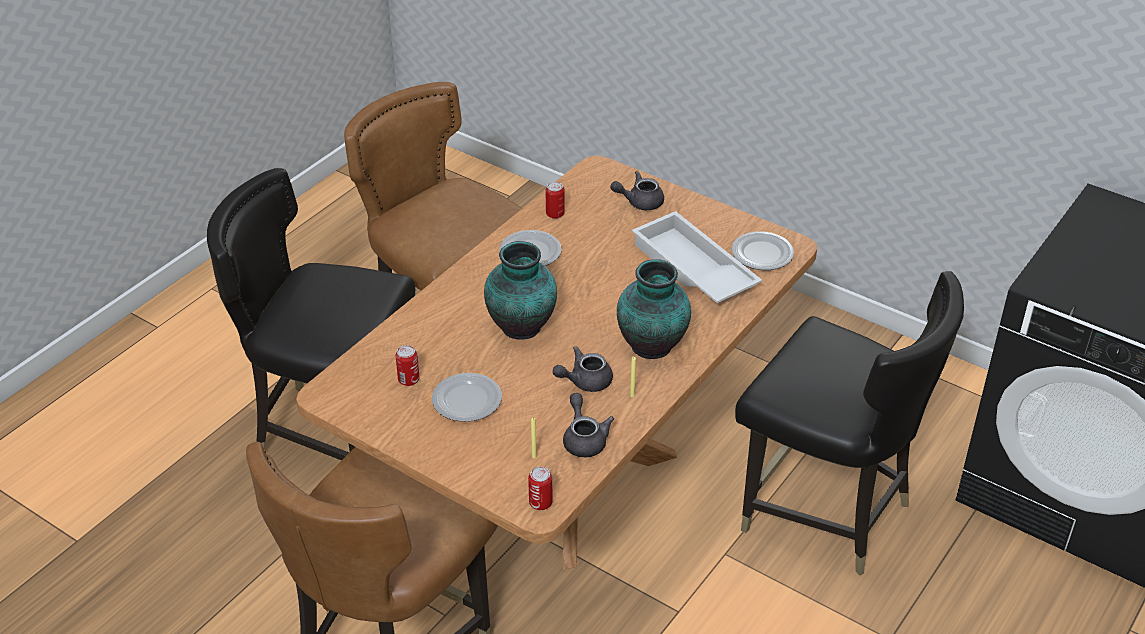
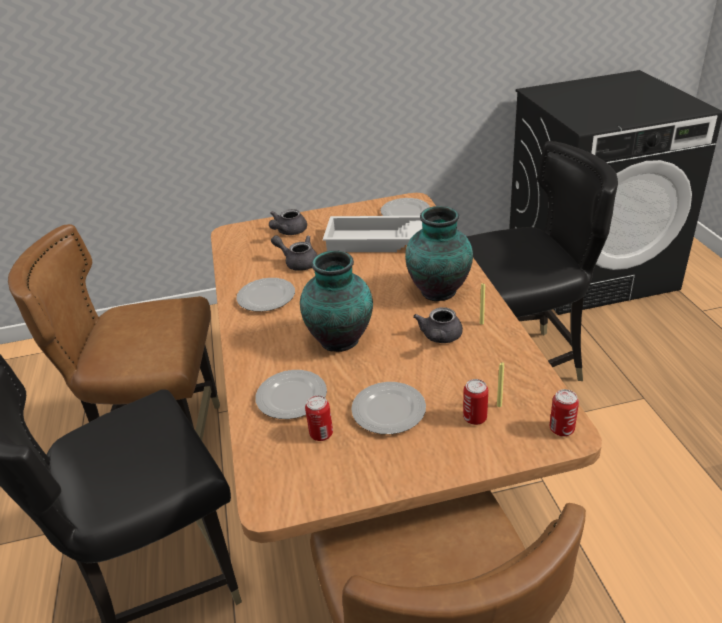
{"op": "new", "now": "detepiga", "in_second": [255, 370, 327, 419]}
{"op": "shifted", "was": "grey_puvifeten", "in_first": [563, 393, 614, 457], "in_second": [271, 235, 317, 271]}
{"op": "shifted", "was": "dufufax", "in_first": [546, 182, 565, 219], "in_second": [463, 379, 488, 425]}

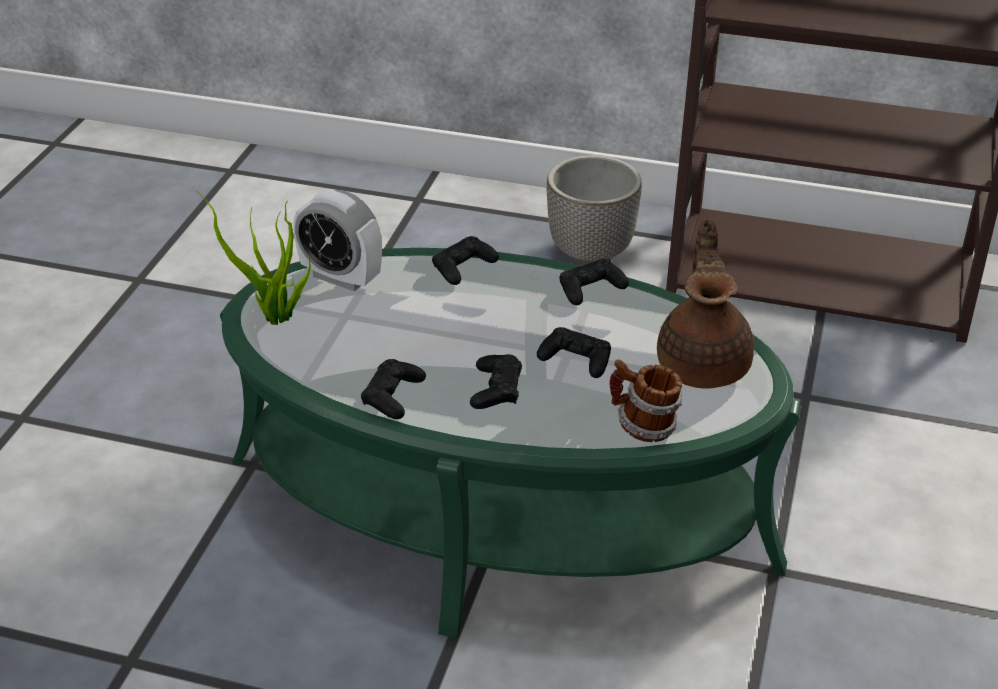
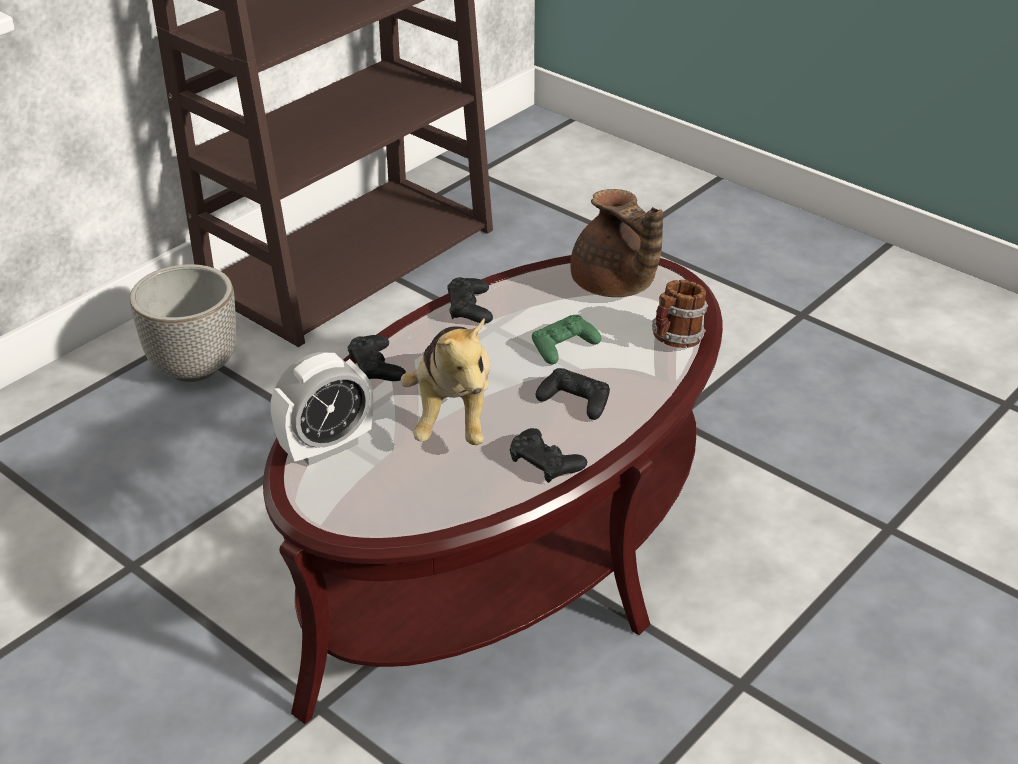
{"op": "repainted", "was": "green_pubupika", "now": "brown_pubupika", "in_first": [220, 248, 801, 638], "in_second": [263, 255, 723, 724]}
{"op": "new", "now": "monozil", "in_second": [401, 317, 491, 445]}
{"op": "repainted", "was": "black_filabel", "now": "green_filabel", "in_first": [537, 327, 611, 378], "in_second": [532, 315, 601, 364]}
{"op": "rotated", "was": "brown_puvifeten", "in_first": [657, 219, 754, 389], "in_second": [570, 189, 663, 297], "clockwise": -150}
{"op": "gone", "was": "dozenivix", "in_first": [196, 190, 311, 325]}

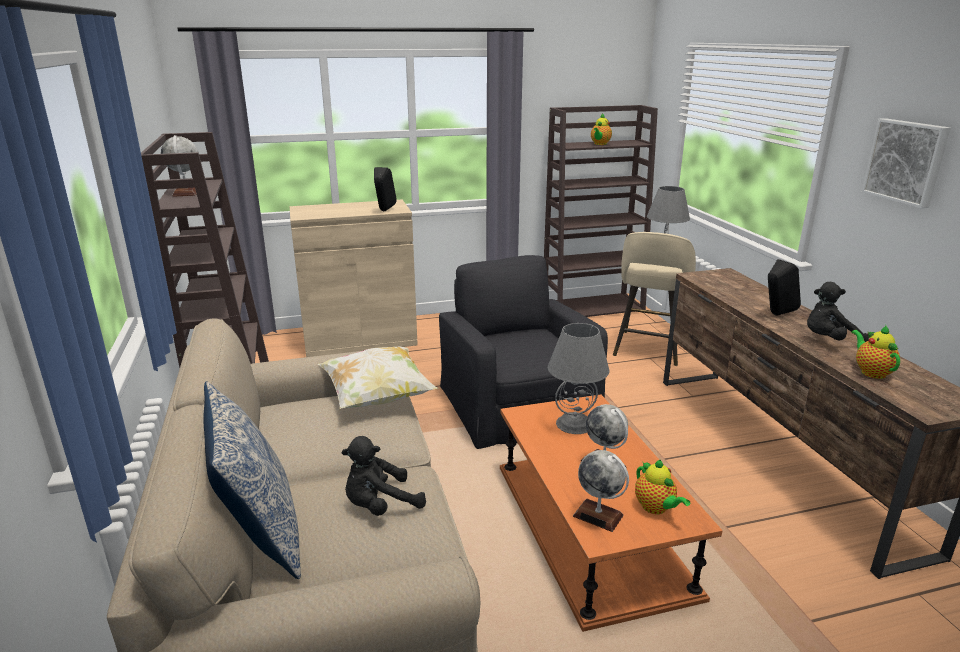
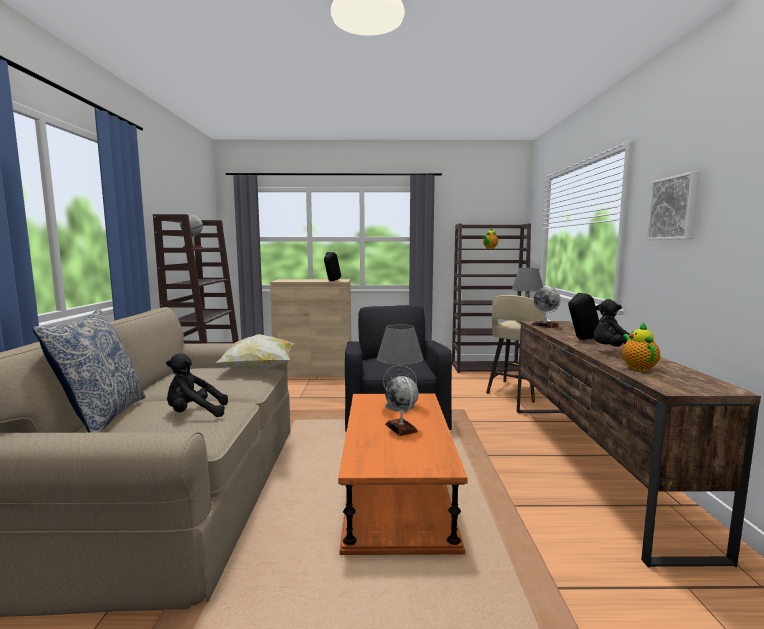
{"op": "shifted", "was": "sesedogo", "in_first": [573, 450, 629, 532], "in_second": [531, 286, 561, 328]}
{"op": "gone", "was": "puvifeten", "in_first": [635, 460, 690, 514]}

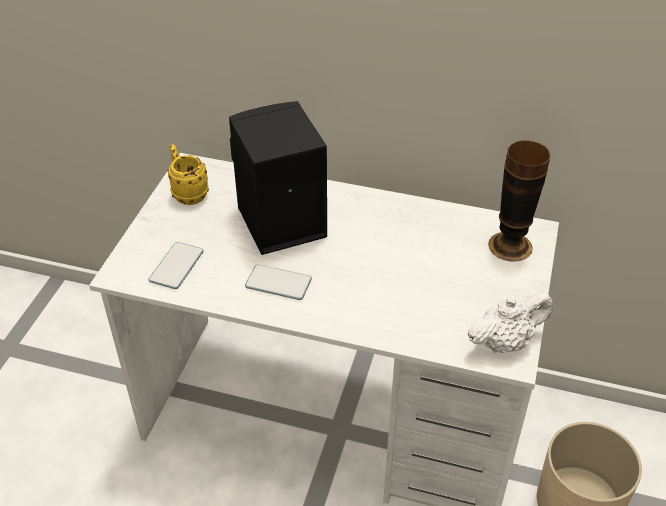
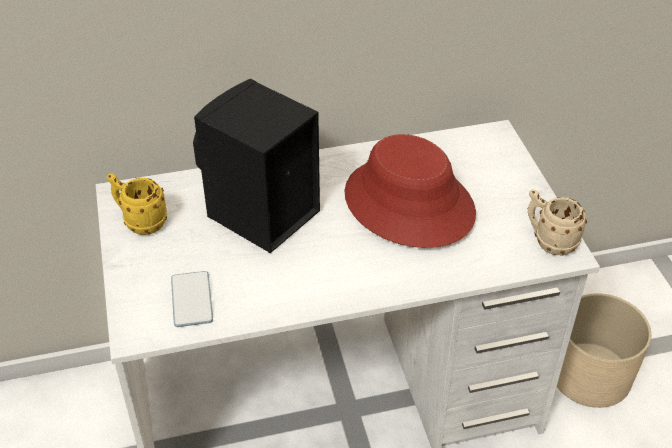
{"op": "new", "now": "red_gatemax", "in_second": [344, 134, 476, 248]}
{"op": "swapped", "was": "white_puvifeten", "now": "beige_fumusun", "in_first": [467, 292, 553, 353], "in_second": [528, 189, 587, 256]}
{"op": "gone", "was": "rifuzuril", "in_first": [245, 264, 312, 300]}
{"op": "gone", "was": "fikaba", "in_first": [488, 140, 551, 262]}

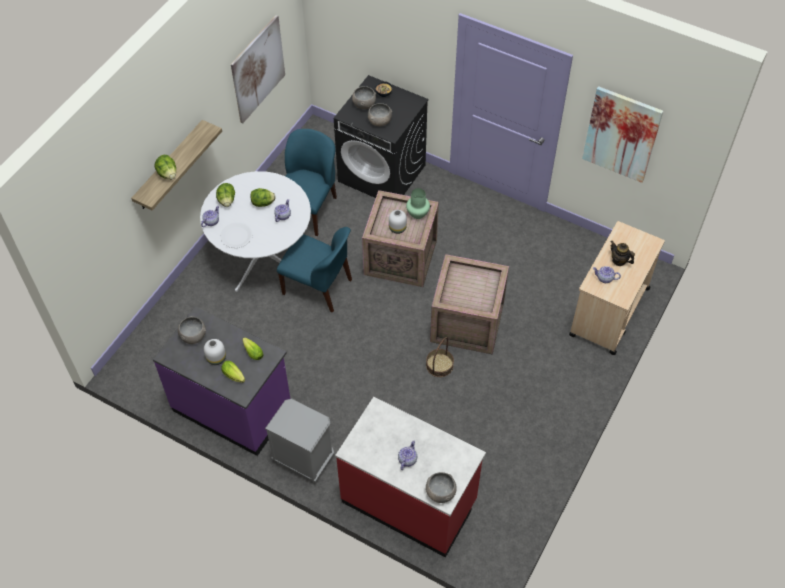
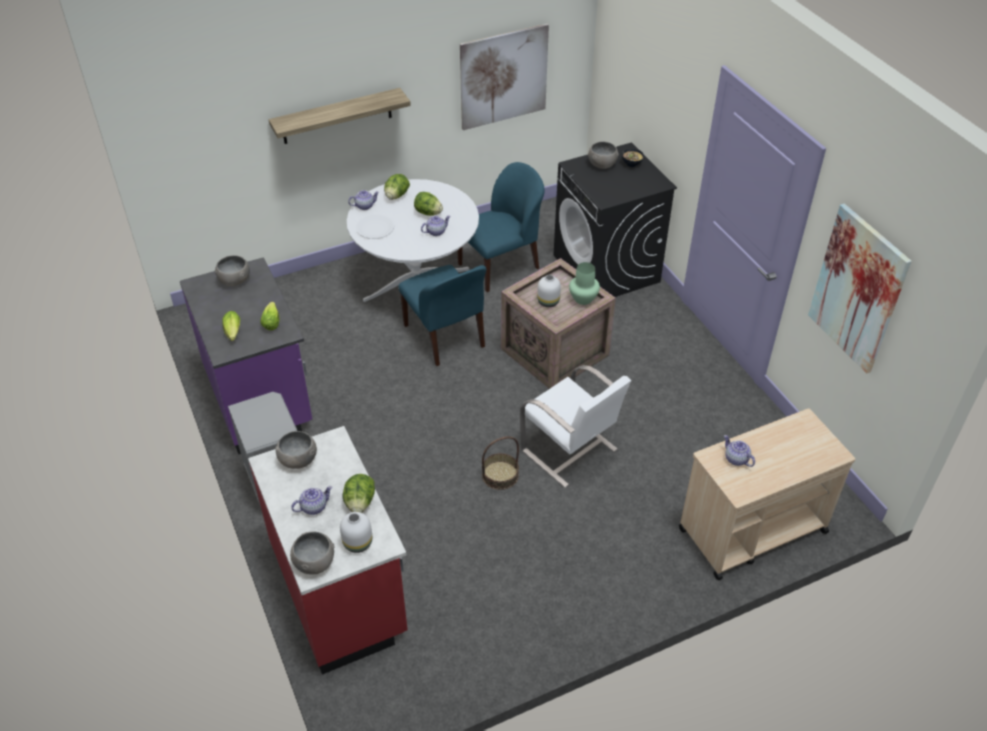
{"op": "shifted", "was": "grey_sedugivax", "in_first": [368, 103, 392, 126], "in_second": [275, 431, 317, 469]}
{"op": "shifted", "was": "white_fikaba", "in_first": [204, 339, 226, 365], "in_second": [340, 512, 372, 553]}
{"op": "shifted", "was": "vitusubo", "in_first": [155, 155, 176, 180], "in_second": [343, 474, 375, 513]}
{"op": "swapped", "was": "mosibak", "now": "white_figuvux", "in_first": [430, 254, 509, 355], "in_second": [520, 365, 631, 488]}
{"op": "gone", "was": "puvifeten", "in_first": [610, 241, 635, 266]}

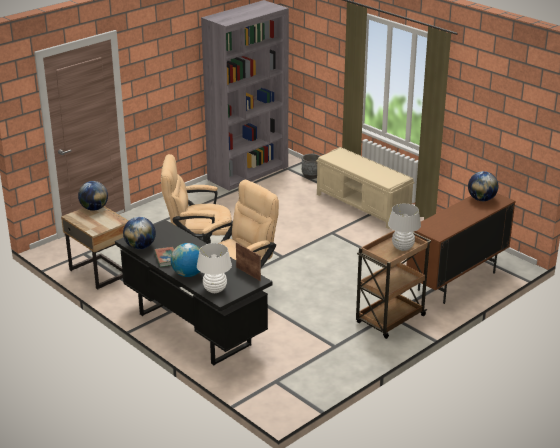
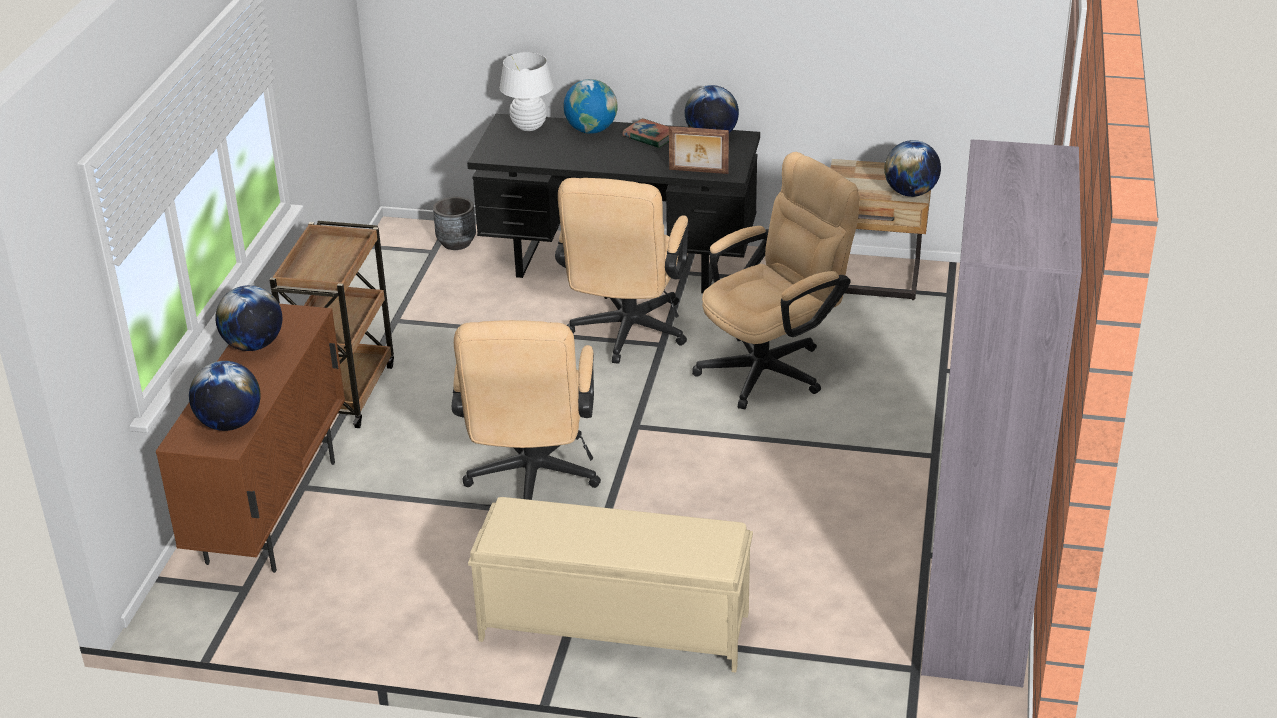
{"op": "new", "now": "sesedogo", "in_second": [215, 285, 282, 351]}
{"op": "shifted", "was": "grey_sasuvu", "in_first": [302, 154, 320, 179], "in_second": [433, 196, 476, 250]}
{"op": "new", "now": "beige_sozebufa", "in_second": [452, 320, 601, 500]}
{"op": "shifted", "was": "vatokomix", "in_first": [236, 242, 261, 281], "in_second": [669, 126, 729, 174]}
{"op": "gone", "was": "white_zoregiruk", "in_first": [388, 203, 421, 251]}

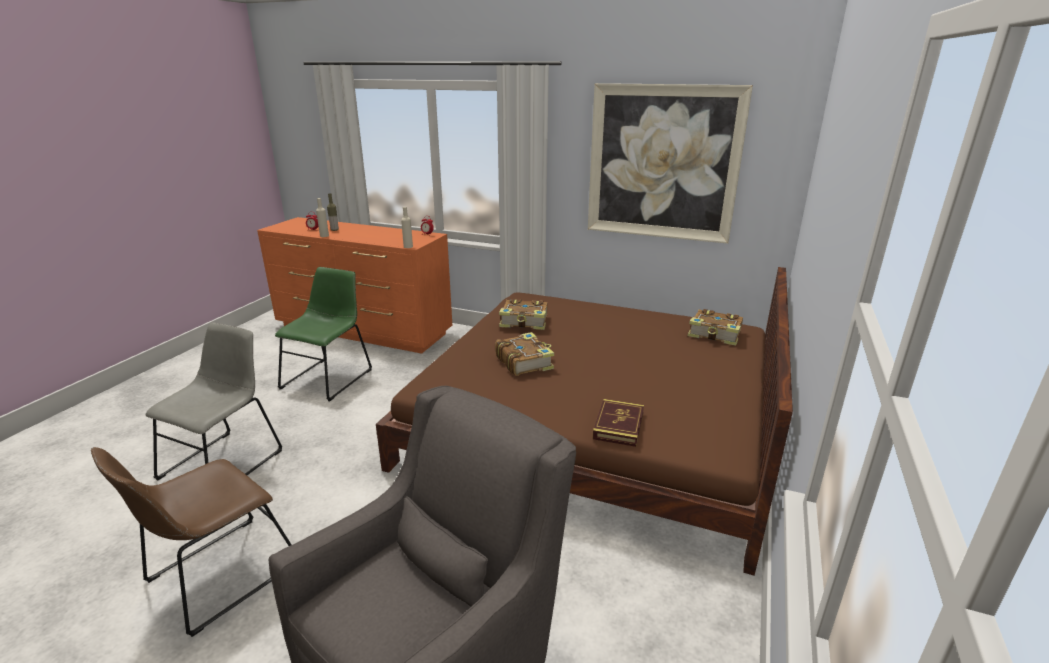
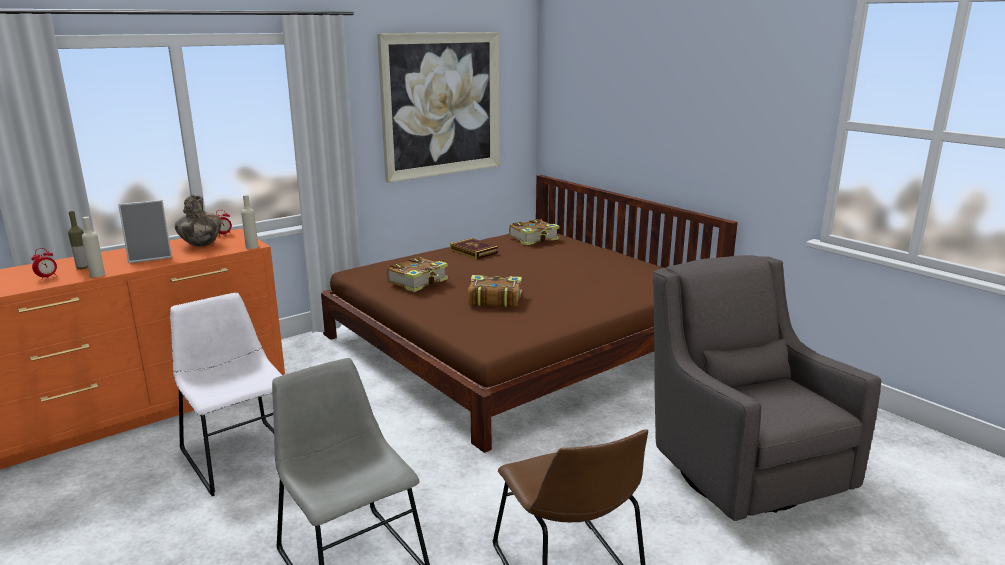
{"op": "new", "now": "vatokomix", "in_second": [118, 200, 172, 263]}
{"op": "repainted", "was": "green_figuvux", "now": "white_figuvux", "in_first": [275, 267, 372, 402], "in_second": [170, 293, 282, 496]}
{"op": "new", "now": "fikaba", "in_second": [175, 195, 221, 247]}
{"op": "shifted", "was": "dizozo", "in_first": [593, 399, 644, 447], "in_second": [450, 238, 498, 259]}

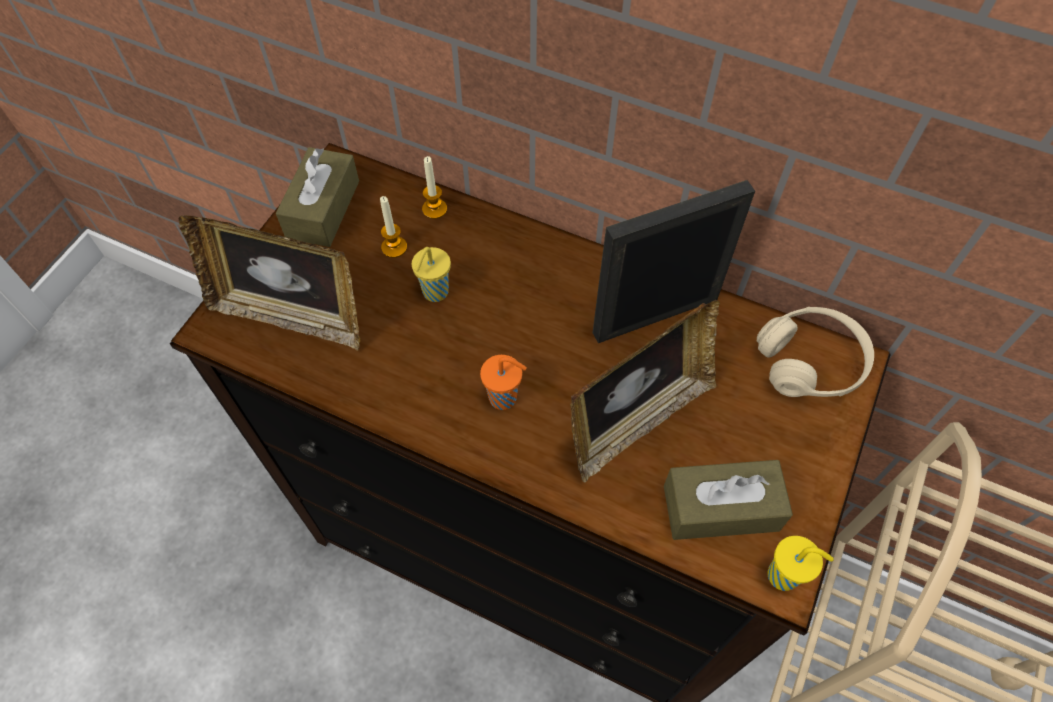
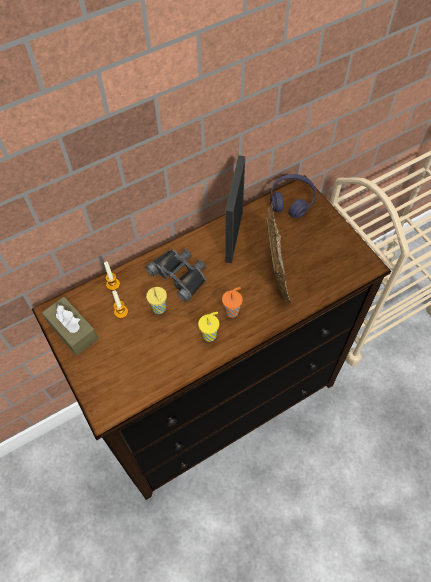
{"op": "new", "now": "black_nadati", "in_second": [146, 249, 206, 302]}
{"op": "shifted", "was": "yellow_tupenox", "in_first": [768, 536, 834, 591], "in_second": [198, 312, 219, 342]}
{"op": "repainted", "was": "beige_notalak", "now": "purple_notalak", "in_first": [757, 307, 874, 397], "in_second": [270, 174, 316, 218]}
{"op": "gone", "was": "vatokomix", "in_first": [179, 216, 360, 351]}
{"op": "gone", "was": "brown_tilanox", "in_first": [664, 460, 793, 540]}

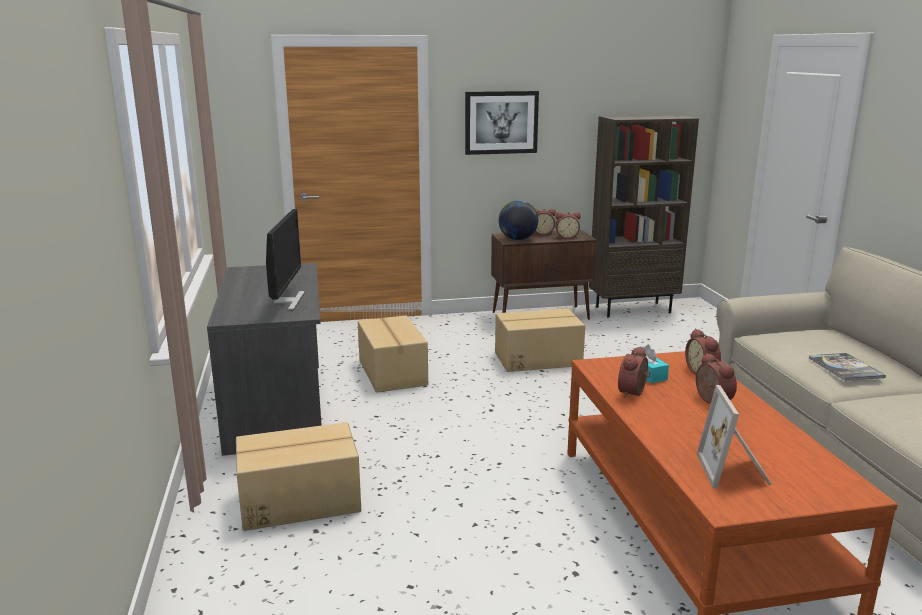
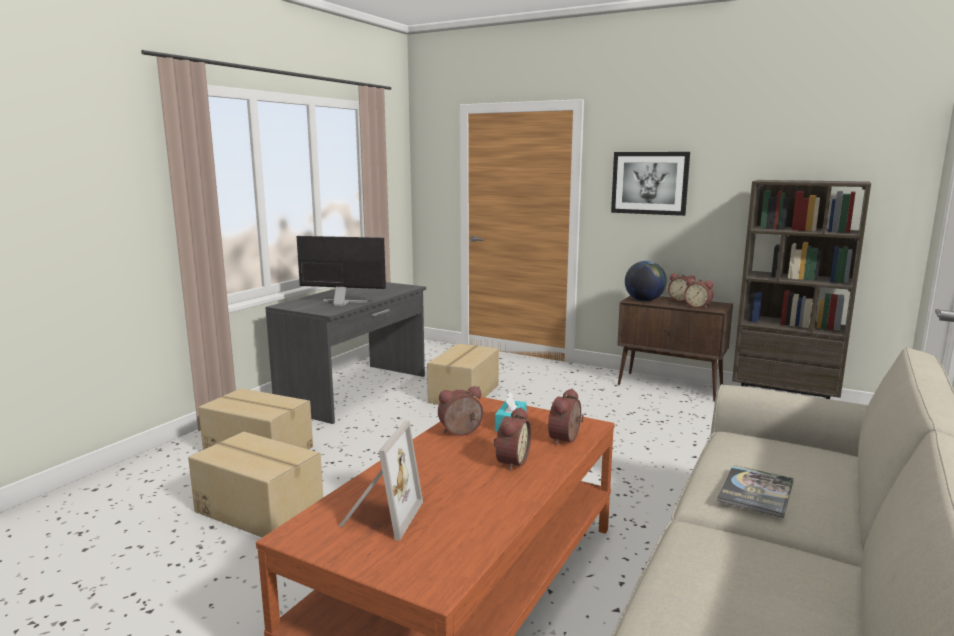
{"op": "shifted", "was": "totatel", "in_first": [495, 309, 585, 372], "in_second": [188, 432, 323, 537]}
{"op": "rotated", "was": "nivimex", "in_first": [266, 209, 305, 310], "in_second": [296, 236, 386, 306], "clockwise": -120}
{"op": "rotated", "was": "vatokomix", "in_first": [697, 385, 772, 488], "in_second": [338, 420, 423, 540], "clockwise": 150}

